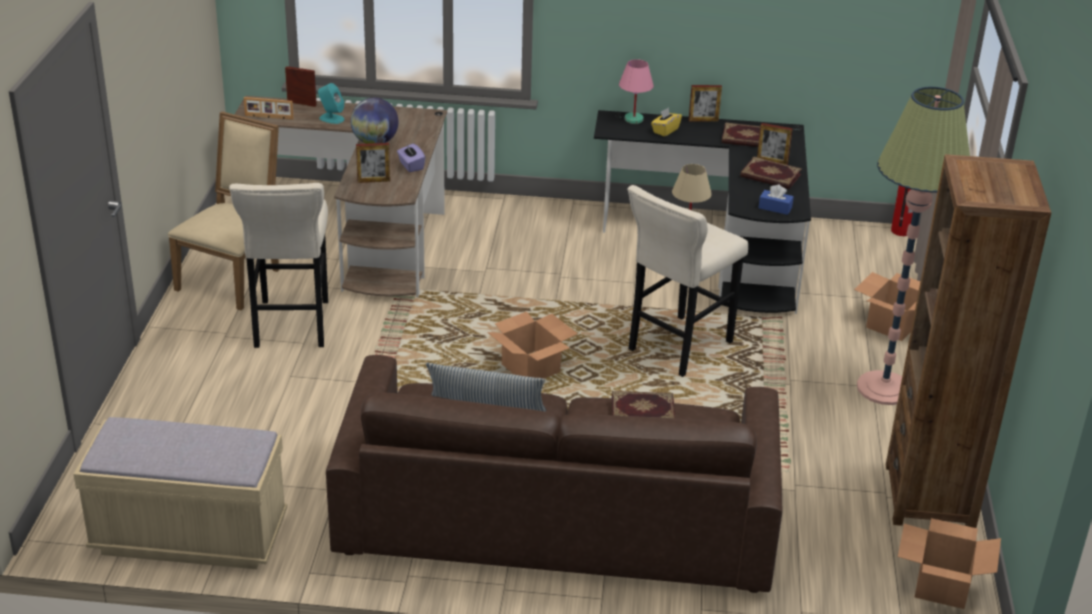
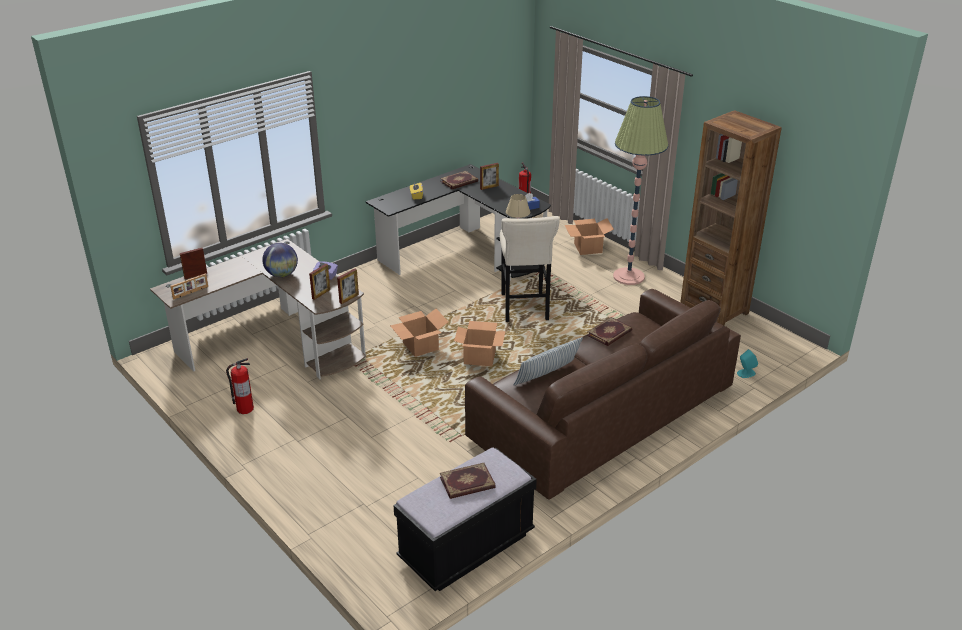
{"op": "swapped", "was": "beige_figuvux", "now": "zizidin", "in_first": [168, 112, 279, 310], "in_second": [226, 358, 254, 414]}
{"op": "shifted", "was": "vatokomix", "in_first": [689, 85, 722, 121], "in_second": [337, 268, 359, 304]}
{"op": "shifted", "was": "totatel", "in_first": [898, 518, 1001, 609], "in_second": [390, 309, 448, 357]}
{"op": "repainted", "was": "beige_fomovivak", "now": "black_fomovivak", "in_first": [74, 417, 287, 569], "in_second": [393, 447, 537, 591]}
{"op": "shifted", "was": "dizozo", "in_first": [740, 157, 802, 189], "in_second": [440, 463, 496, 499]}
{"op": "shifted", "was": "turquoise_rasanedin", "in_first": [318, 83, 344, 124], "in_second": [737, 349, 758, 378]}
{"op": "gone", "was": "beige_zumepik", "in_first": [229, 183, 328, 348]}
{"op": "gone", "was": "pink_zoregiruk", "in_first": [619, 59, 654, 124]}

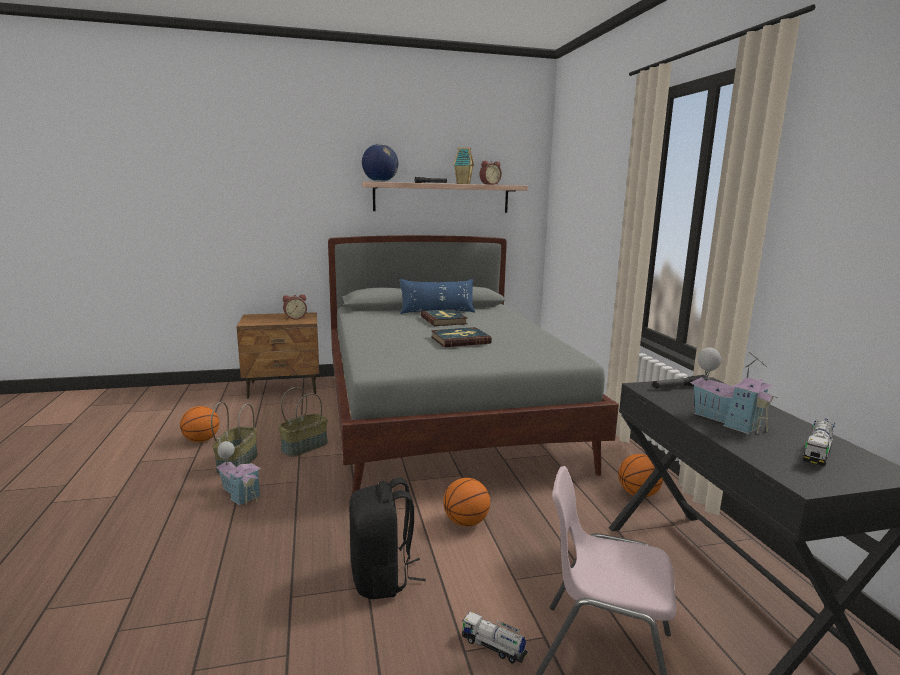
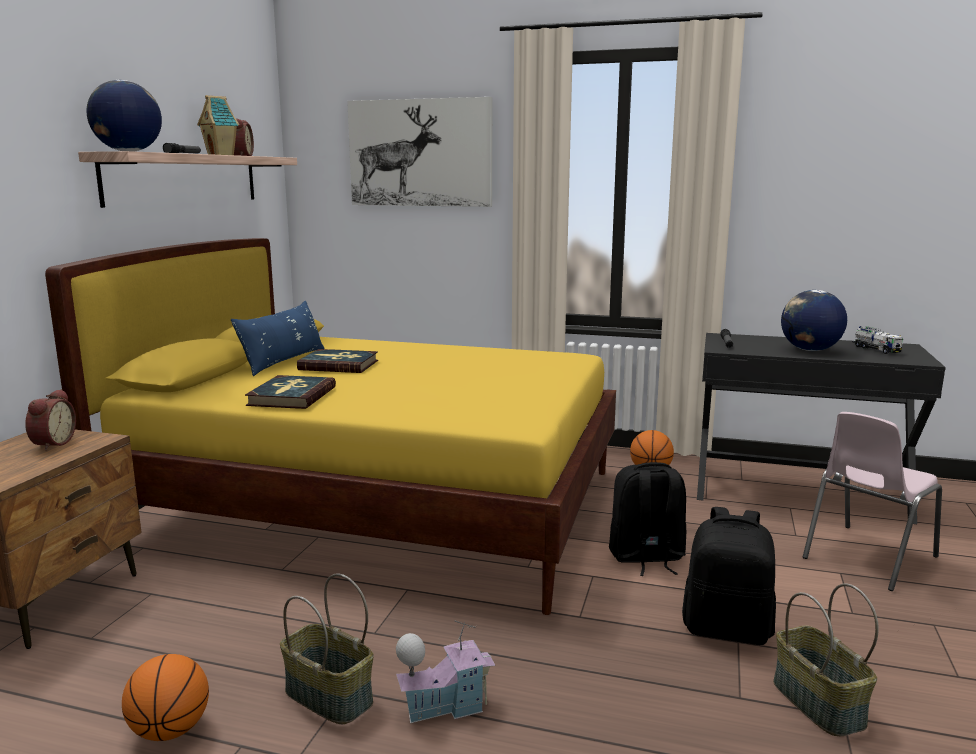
{"op": "repainted", "was": "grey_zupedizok", "now": "yellow_zupedizok", "in_first": [328, 235, 619, 494], "in_second": [45, 238, 616, 615]}
{"op": "shifted", "was": "dizozo", "in_first": [431, 327, 492, 347], "in_second": [245, 375, 336, 409]}
{"op": "new", "now": "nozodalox", "in_second": [347, 97, 492, 207]}
{"op": "swapped", "was": "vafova", "now": "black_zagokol", "in_first": [443, 478, 490, 527], "in_second": [609, 462, 686, 576]}
{"op": "shifted", "was": "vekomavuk", "in_first": [278, 387, 328, 457], "in_second": [773, 583, 879, 736]}
{"op": "swapped", "was": "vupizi", "now": "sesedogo", "in_first": [690, 348, 778, 434], "in_second": [781, 290, 847, 351]}
{"op": "gone", "was": "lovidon", "in_first": [462, 611, 528, 664]}

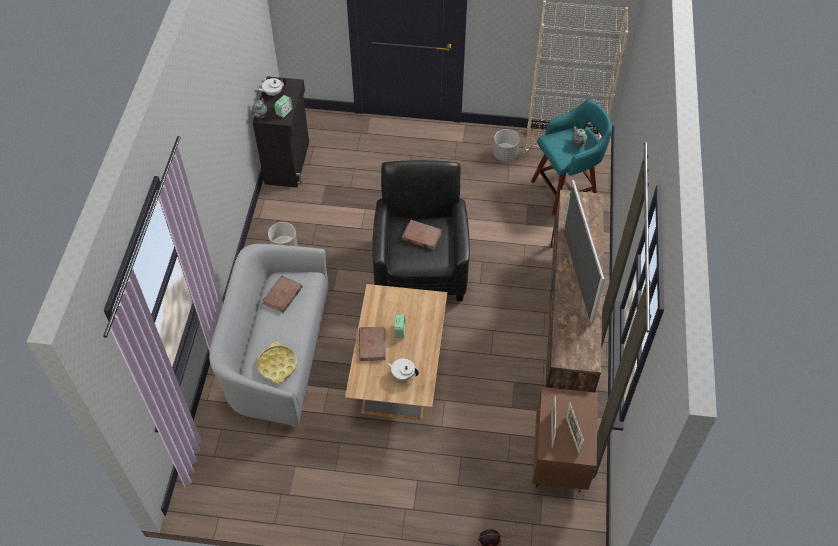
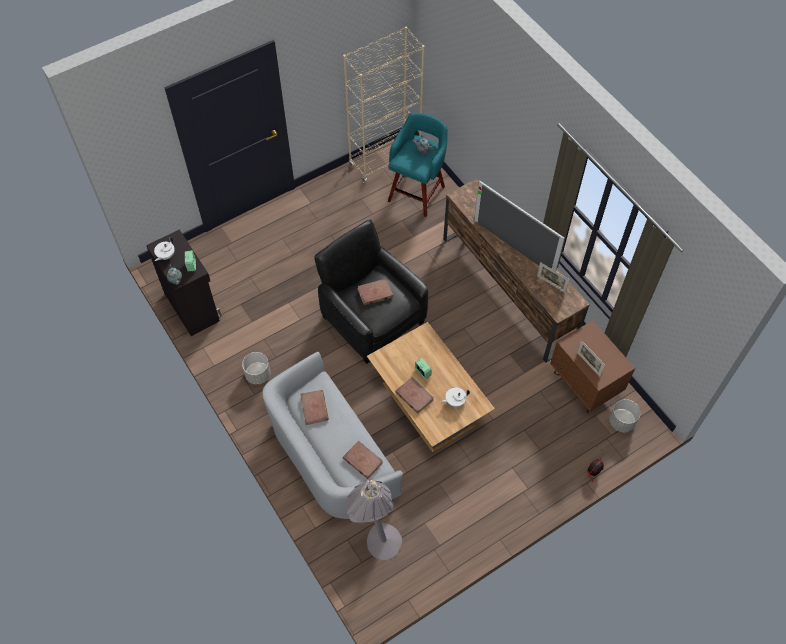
{"op": "swapped", "was": "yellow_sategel", "now": "brown_dizozo", "in_first": [257, 342, 297, 383], "in_second": [343, 441, 383, 479]}
{"op": "new", "now": "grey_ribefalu", "in_second": [346, 480, 402, 560]}
{"op": "shifted", "was": "vatokomix", "in_first": [566, 402, 584, 455], "in_second": [537, 262, 570, 293]}
{"op": "shifted", "was": "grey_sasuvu", "in_first": [493, 129, 520, 161], "in_second": [610, 399, 641, 432]}

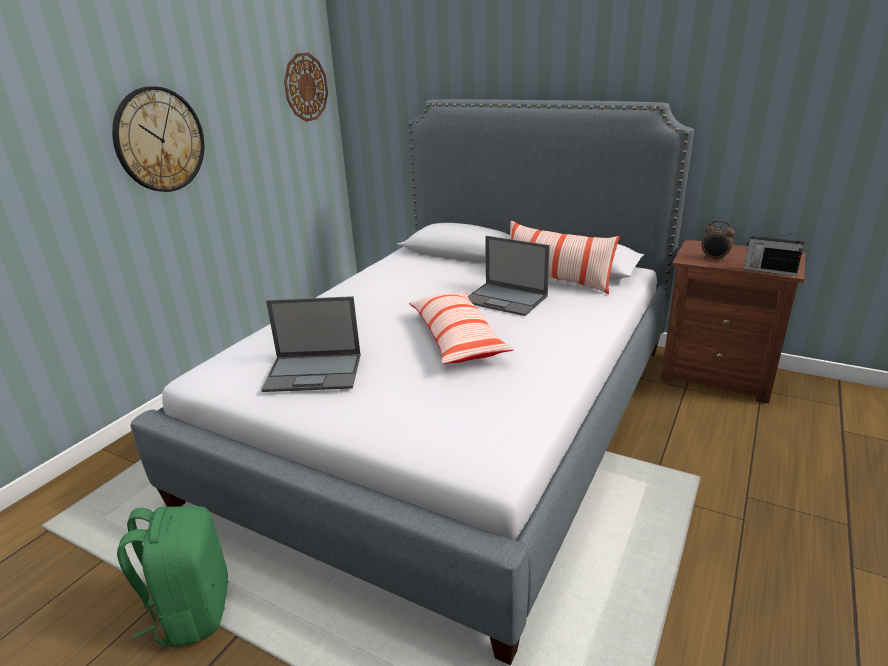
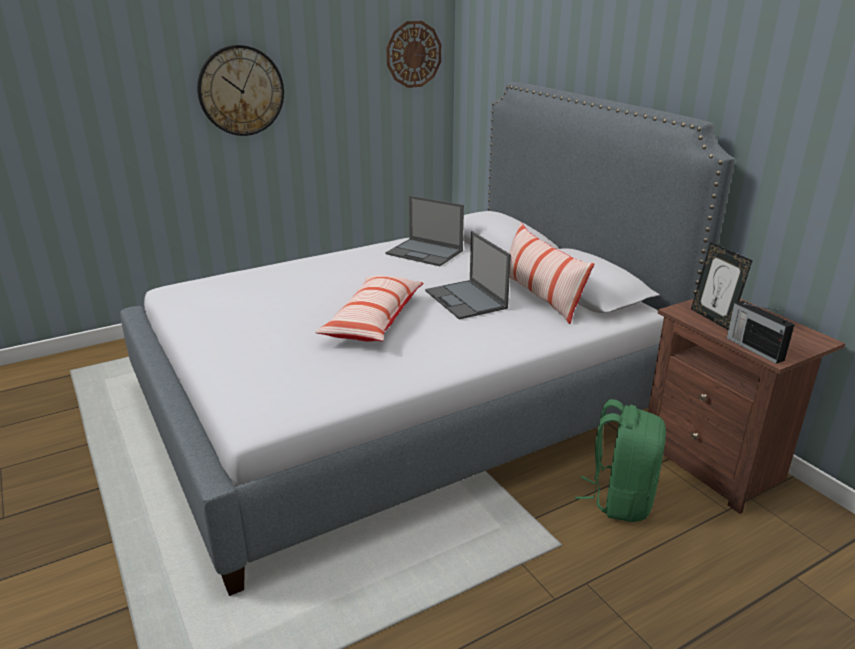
{"op": "shifted", "was": "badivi", "in_first": [261, 296, 361, 392], "in_second": [386, 195, 464, 266]}
{"op": "shifted", "was": "green_zagokol", "in_first": [117, 506, 228, 647], "in_second": [575, 399, 666, 522]}
{"op": "swapped", "was": "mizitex", "now": "vatokomix", "in_first": [701, 220, 735, 261], "in_second": [691, 242, 752, 330]}

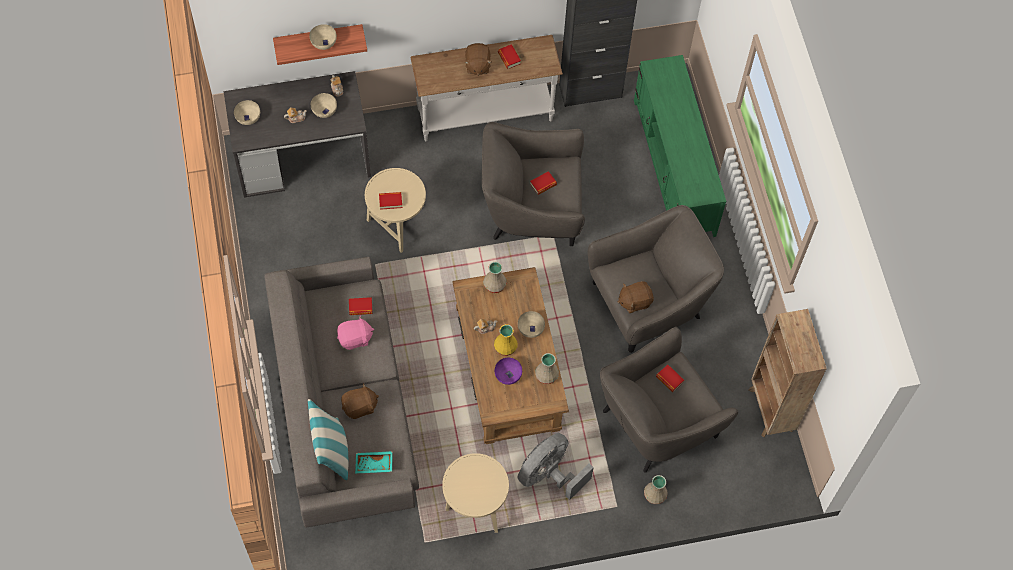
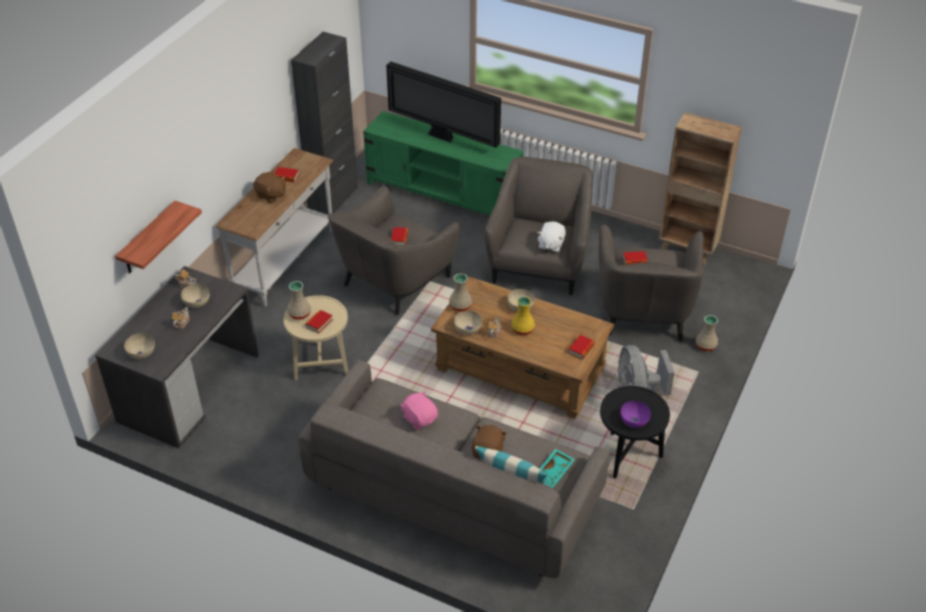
{"op": "shifted", "was": "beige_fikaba", "in_first": [535, 353, 559, 384], "in_second": [287, 281, 311, 320]}
{"op": "new", "now": "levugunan", "in_second": [386, 61, 501, 148]}
{"op": "rotated", "was": "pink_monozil", "in_first": [337, 315, 374, 350], "in_second": [400, 391, 438, 430], "clockwise": -60}
{"op": "shifted", "was": "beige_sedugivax", "in_first": [309, 24, 337, 50], "in_second": [454, 311, 482, 335]}
{"op": "repainted", "was": "brown_monozil", "now": "white_monozil", "in_first": [618, 281, 654, 313], "in_second": [537, 221, 566, 252]}
{"op": "shifted", "was": "dizozo", "in_first": [349, 297, 373, 315], "in_second": [569, 335, 595, 359]}
{"op": "repainted", "was": "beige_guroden", "now": "black_guroden", "in_first": [442, 453, 509, 533], "in_second": [600, 386, 670, 479]}
{"op": "shifted", "was": "purple_sedugivax", "in_first": [495, 358, 522, 385], "in_second": [620, 401, 651, 428]}

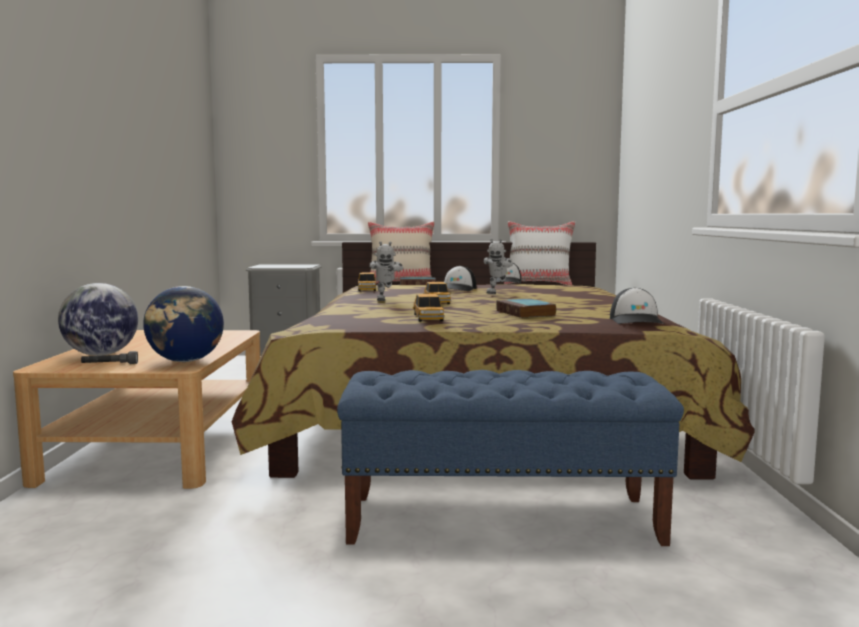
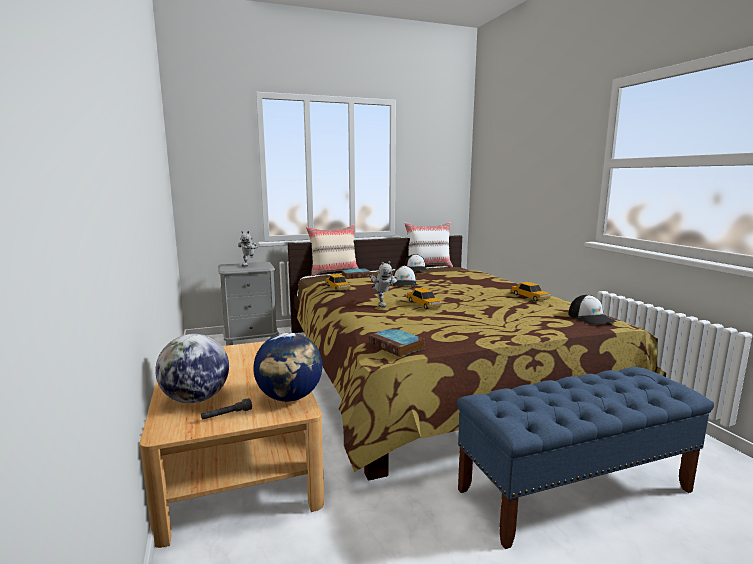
{"op": "shifted", "was": "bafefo", "in_first": [484, 239, 513, 294], "in_second": [238, 231, 258, 266]}
{"op": "shifted", "was": "dizozo", "in_first": [496, 299, 557, 318], "in_second": [368, 328, 425, 357]}
{"op": "shifted", "was": "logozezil", "in_first": [413, 294, 445, 322], "in_second": [510, 282, 551, 301]}

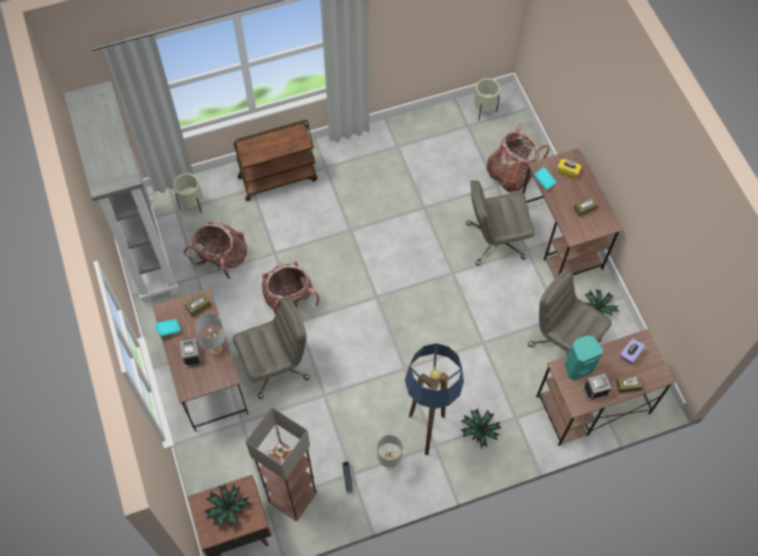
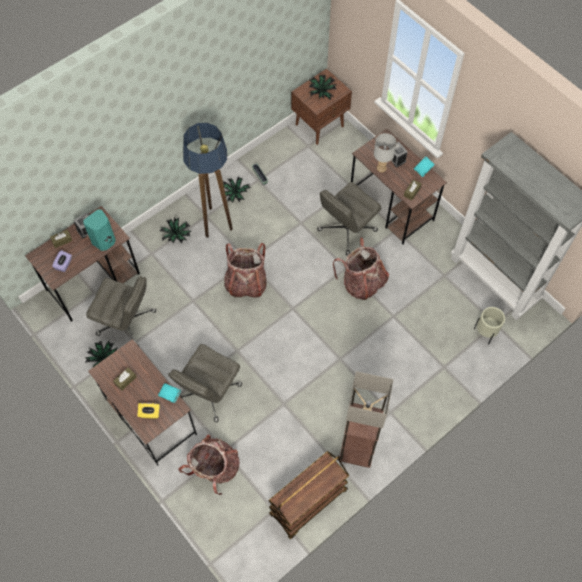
{"op": "rotated", "was": "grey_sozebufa", "in_first": [466, 180, 534, 266], "in_second": [168, 344, 242, 422], "clockwise": 150}
{"op": "swapped", "was": "grey_zoregiruk", "now": "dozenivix", "in_first": [377, 435, 403, 470], "in_second": [223, 177, 251, 203]}
{"op": "shifted", "was": "zagokol", "in_first": [184, 222, 247, 279], "in_second": [224, 243, 267, 298]}
{"op": "shifted", "was": "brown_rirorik", "in_first": [233, 120, 318, 201], "in_second": [269, 451, 349, 539]}
{"op": "shifted", "was": "ribefalu", "in_first": [245, 407, 317, 521], "in_second": [340, 371, 394, 468]}
{"op": "gone", "was": "beige_sasuvu", "in_first": [474, 78, 500, 121]}

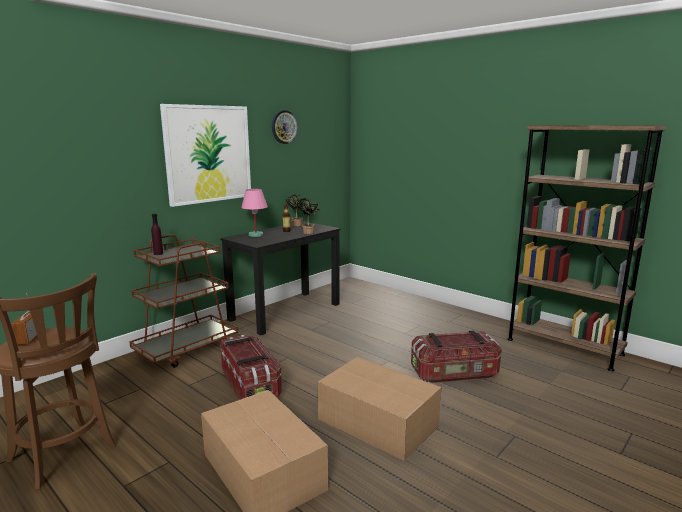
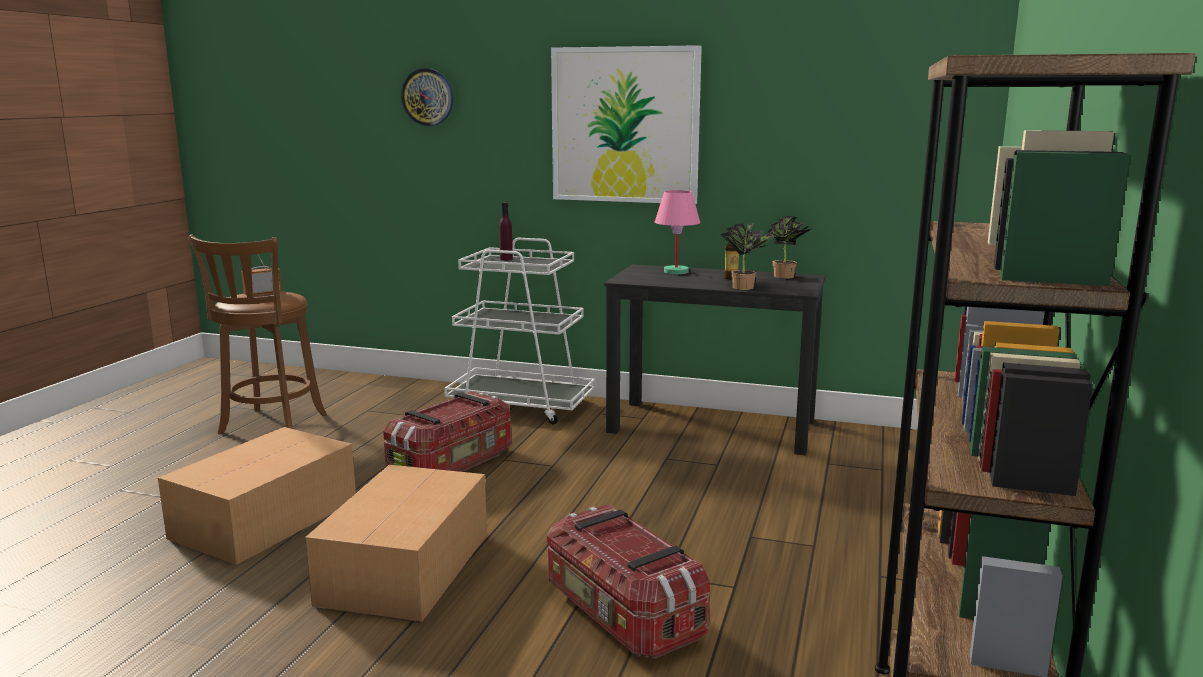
{"op": "shifted", "was": "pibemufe", "in_first": [272, 110, 298, 144], "in_second": [401, 68, 454, 126]}
{"op": "repainted", "was": "brown_rirorik", "now": "white_rirorik", "in_first": [129, 234, 238, 368], "in_second": [444, 238, 595, 425]}

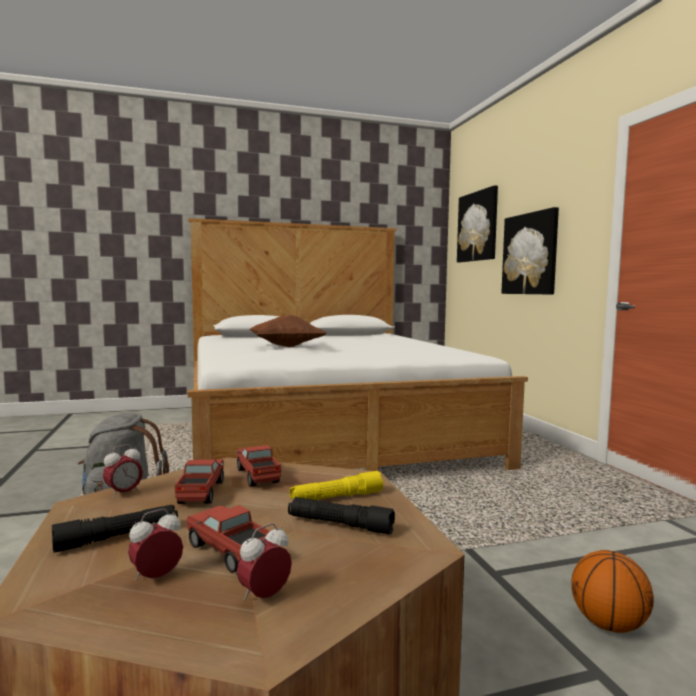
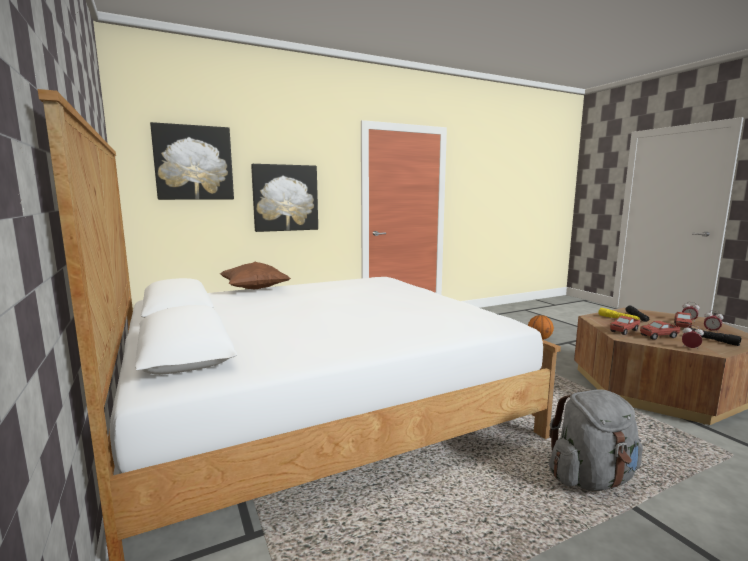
{"op": "shifted", "was": "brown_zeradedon", "in_first": [250, 315, 326, 347], "in_second": [220, 262, 291, 289]}

